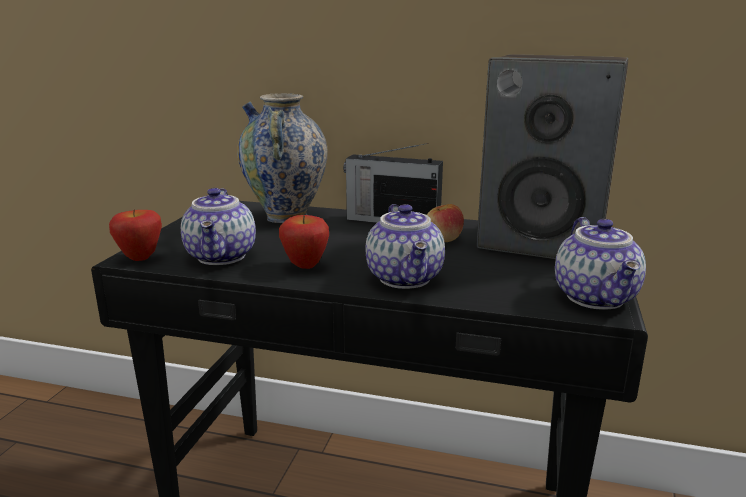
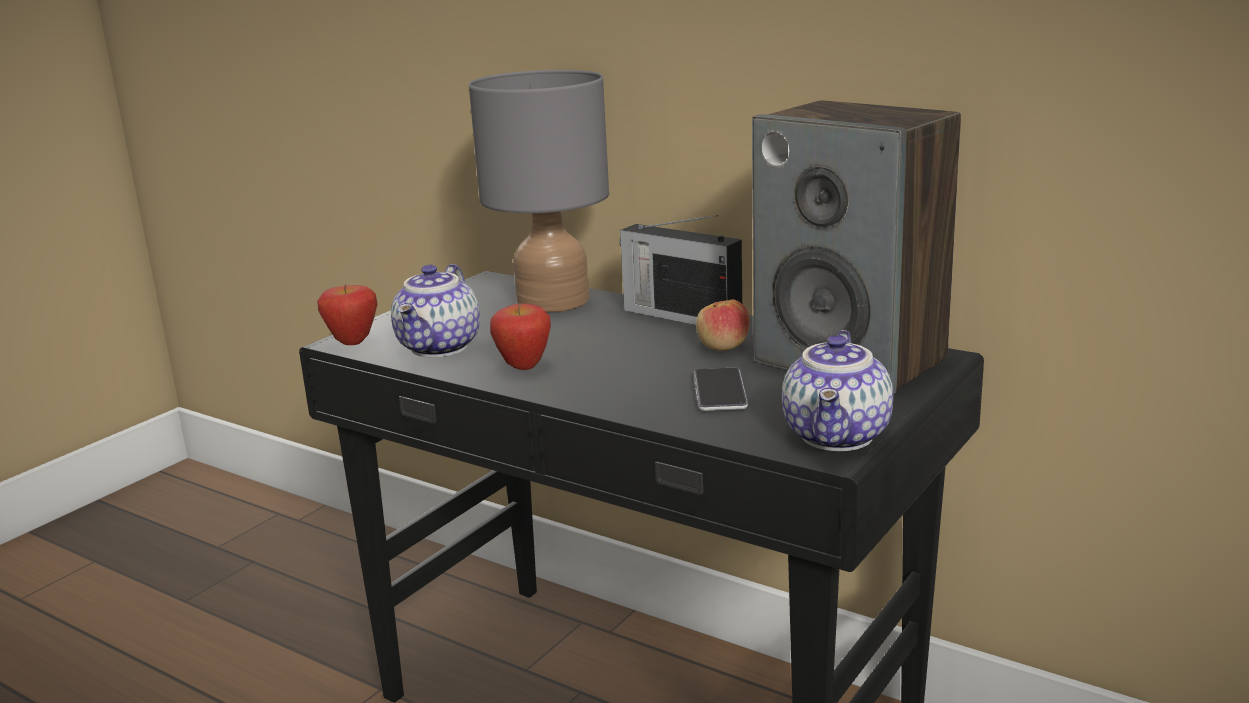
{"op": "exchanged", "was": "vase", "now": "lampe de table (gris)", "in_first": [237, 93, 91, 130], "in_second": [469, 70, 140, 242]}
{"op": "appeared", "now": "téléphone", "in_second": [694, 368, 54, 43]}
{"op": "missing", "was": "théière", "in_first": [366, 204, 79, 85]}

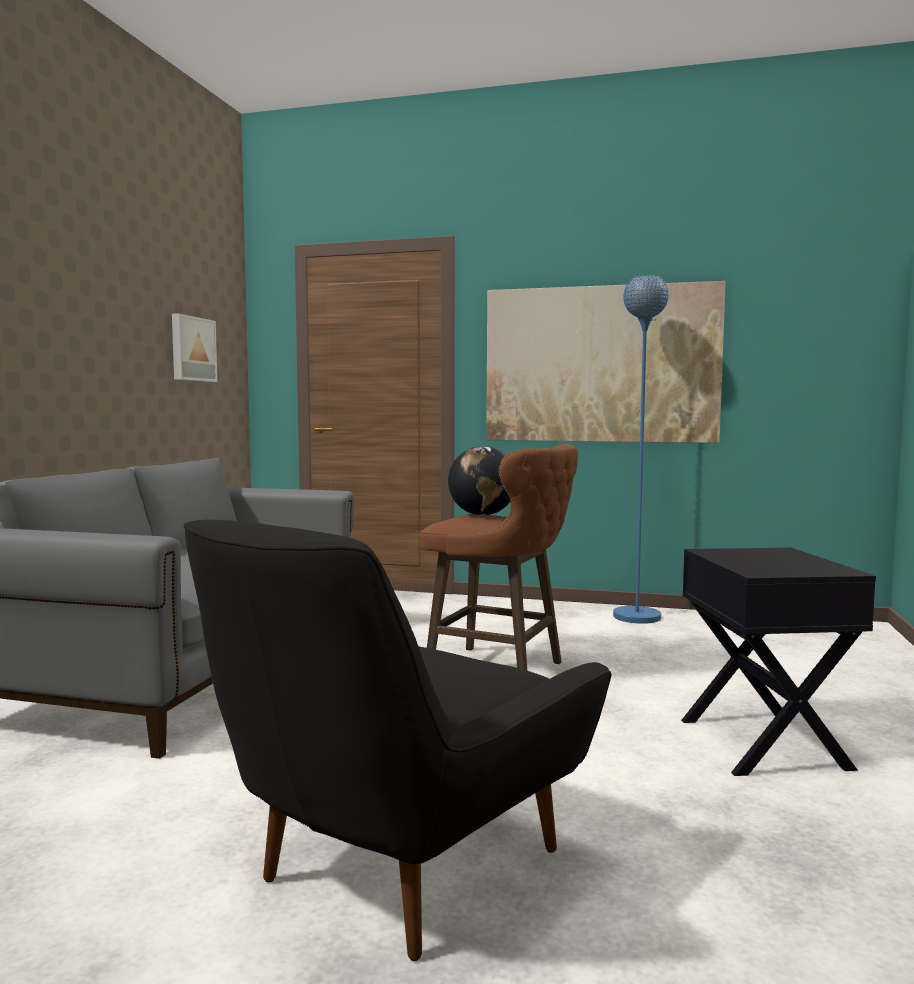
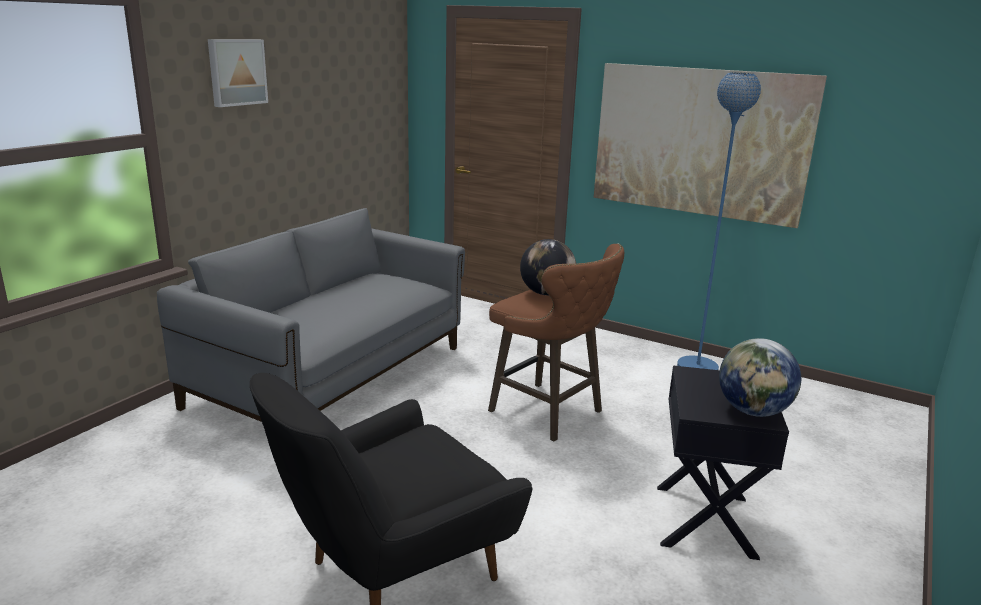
{"op": "relocated", "was": "tableau", "in_first": [172, 313, 45, 69], "in_second": [208, 39, 60, 68]}
{"op": "appeared", "now": "globe", "in_second": [719, 338, 82, 79]}

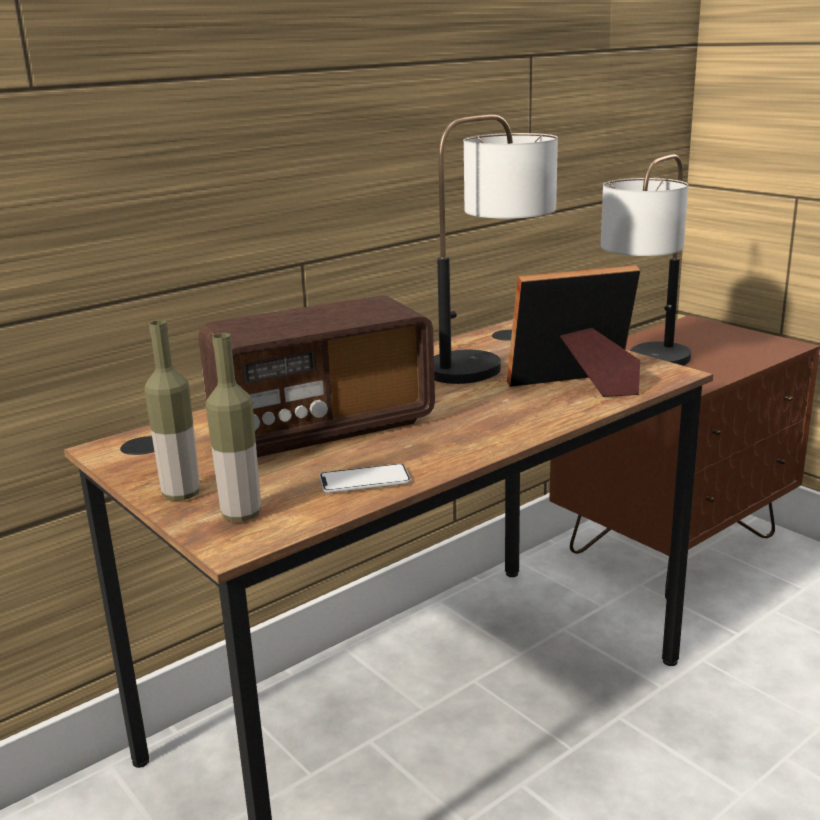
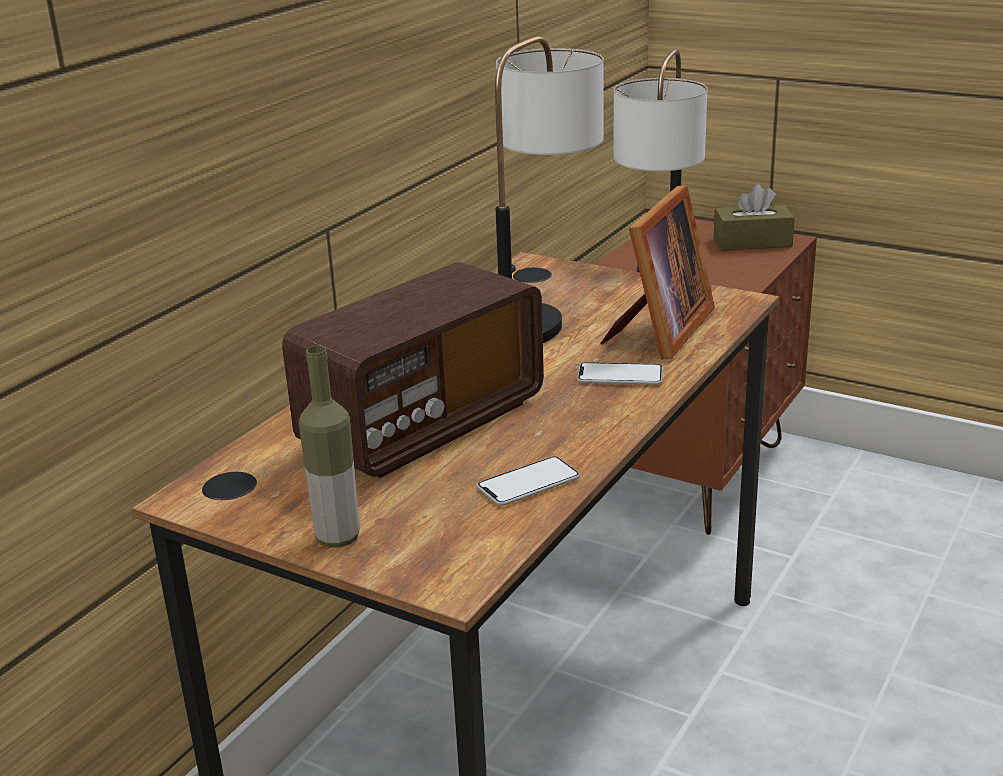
{"op": "appeared", "now": "téléphone", "in_second": [577, 362, 86, 23]}
{"op": "spun", "was": "cadre photo", "in_first": [507, 265, 133, 132], "in_second": [601, 185, 114, 174], "clockwise": 150}
{"op": "appeared", "now": "boîte à mouchoirs (marron)", "in_second": [714, 184, 81, 67]}
{"op": "missing", "was": "bouteille", "in_first": [206, 333, 55, 189]}

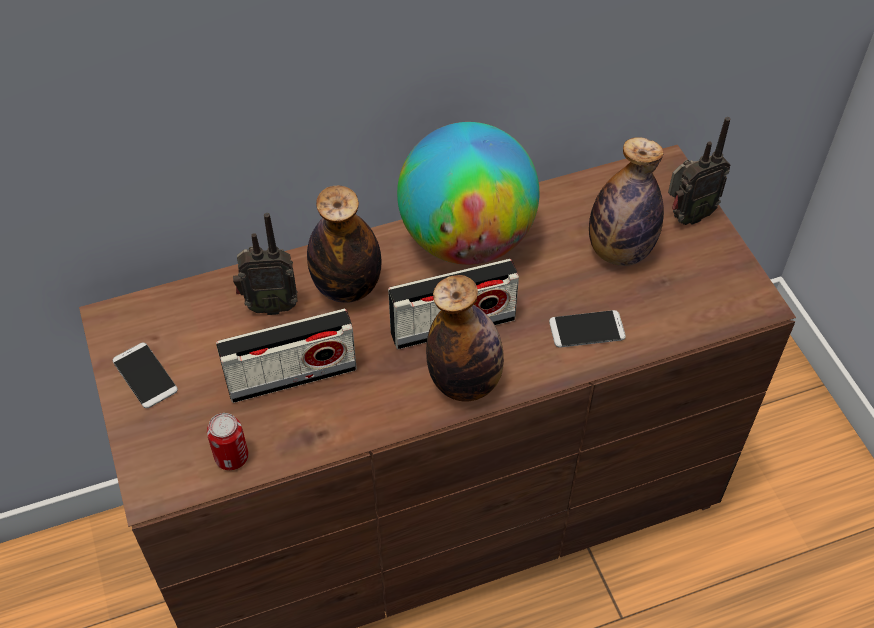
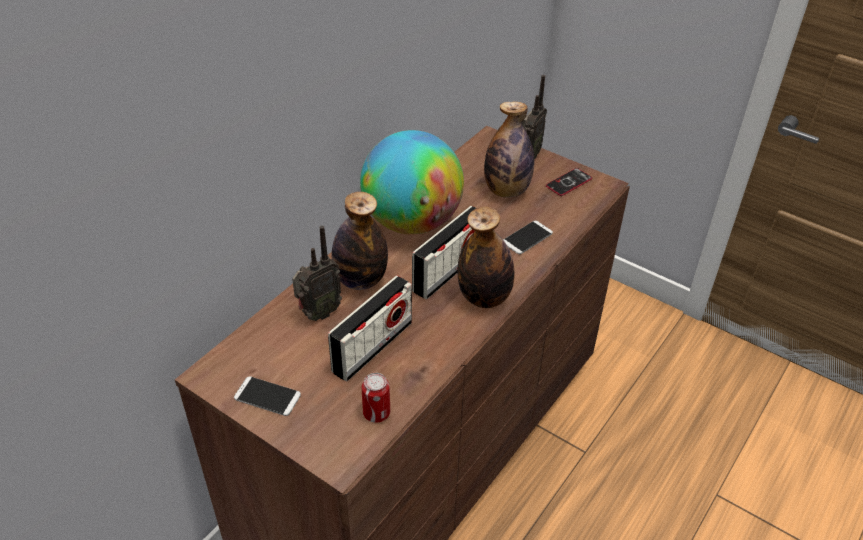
{"op": "appeared", "now": "téléphone", "in_second": [546, 168, 46, 28]}

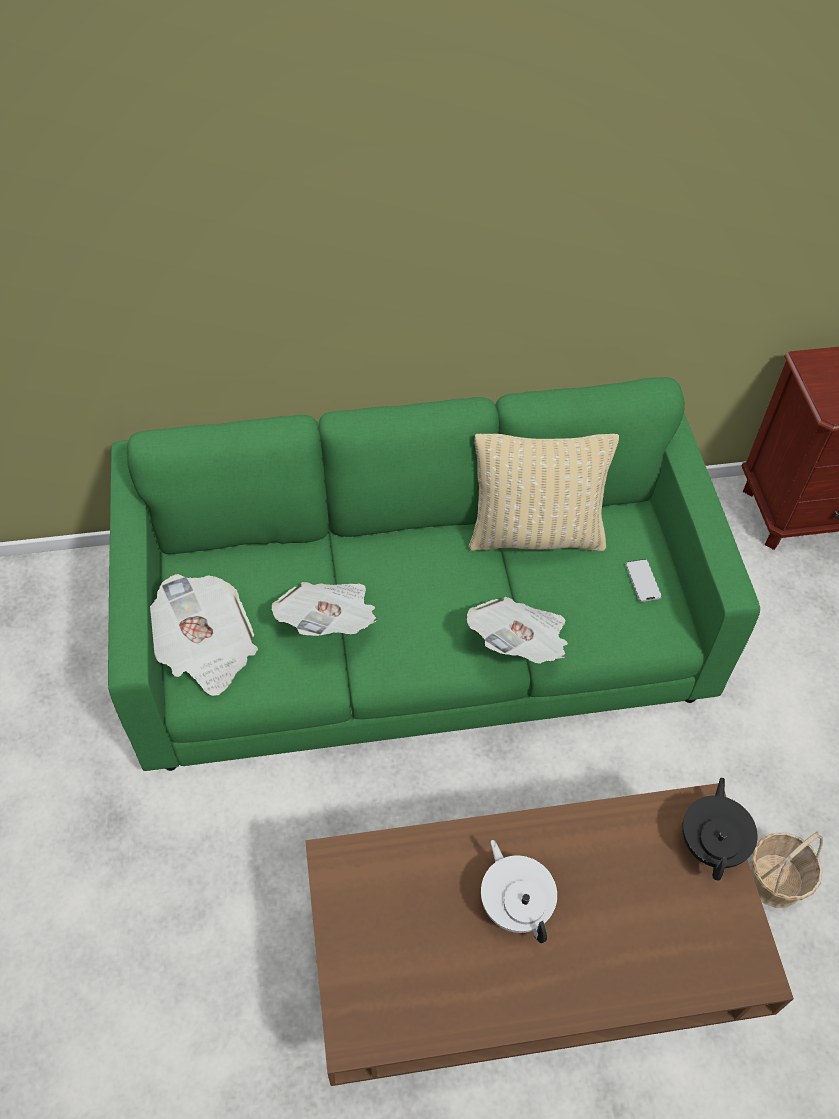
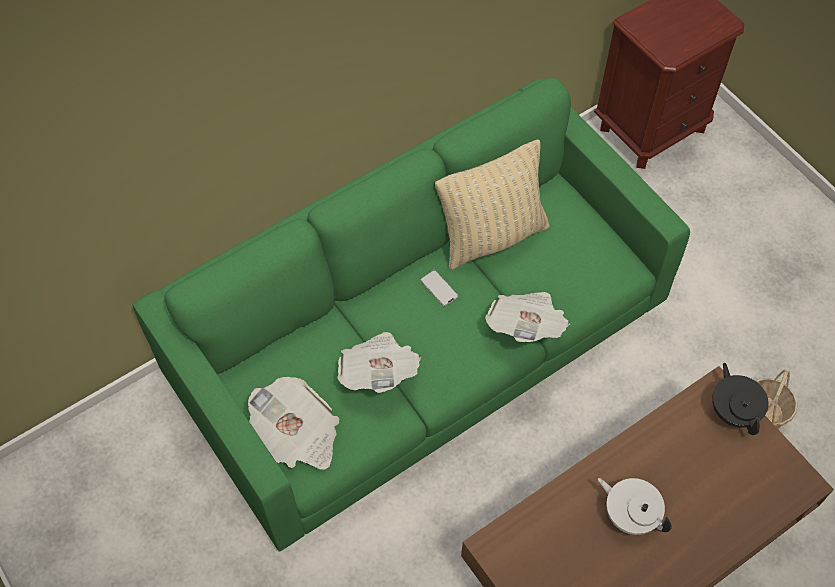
{"op": "relocated", "was": "téléphone", "in_first": [625, 559, 37, 43], "in_second": [420, 270, 38, 36]}

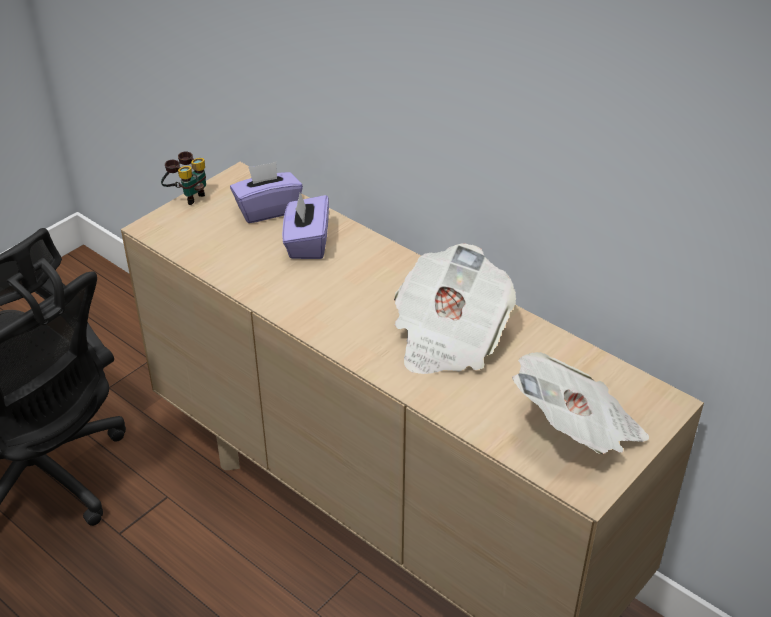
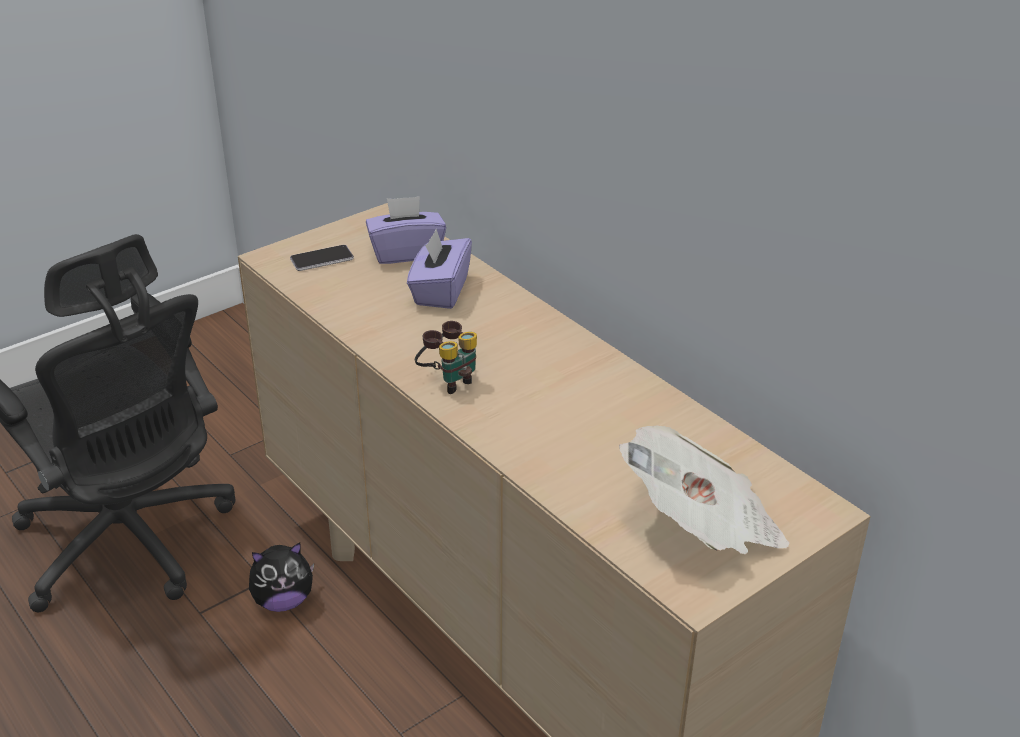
{"op": "appeared", "now": "peluche", "in_second": [249, 542, 65, 70]}
{"op": "appeared", "now": "téléphone", "in_second": [290, 245, 64, 26]}
{"op": "relocated", "was": "jumelles", "in_first": [161, 152, 45, 53], "in_second": [415, 321, 62, 73]}
{"op": "missing", "was": "journal", "in_first": [394, 243, 122, 131]}

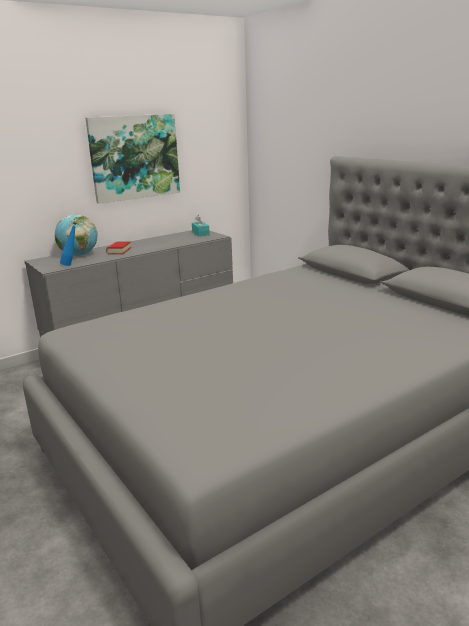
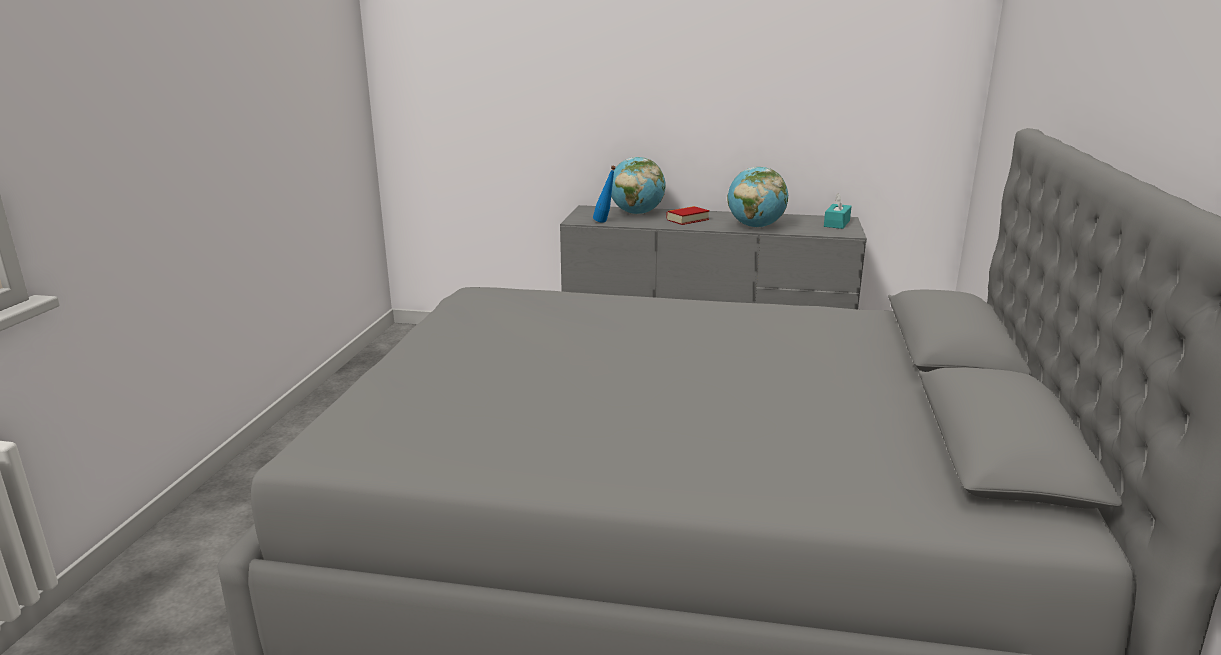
{"op": "appeared", "now": "globe", "in_second": [727, 167, 61, 61]}
{"op": "missing", "was": "tableau", "in_first": [85, 114, 95, 90]}

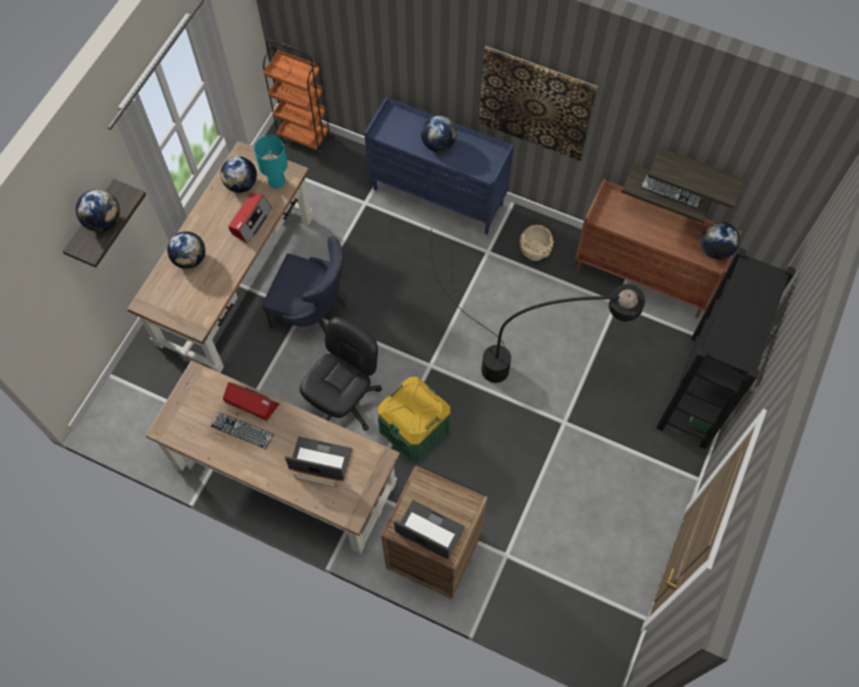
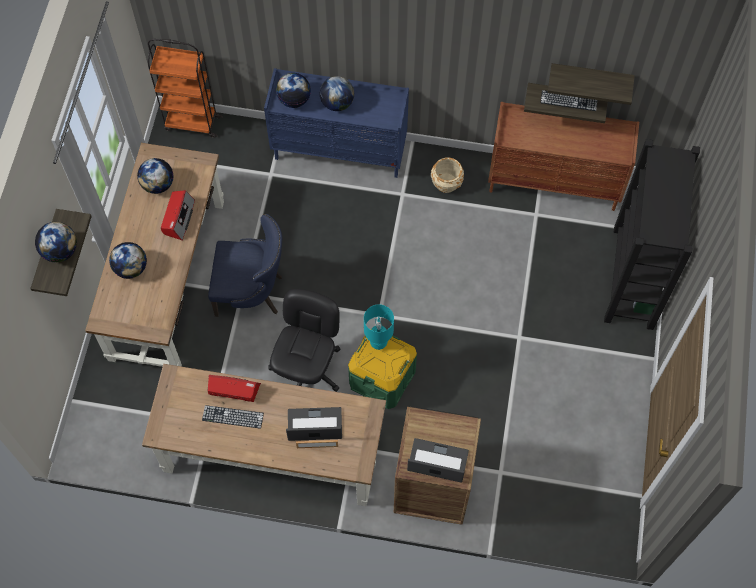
{"op": "relocated", "was": "globe", "in_first": [701, 222, 39, 38], "in_second": [276, 73, 35, 35]}
{"op": "relocated", "was": "lampe de table (turquoise)", "in_first": [254, 135, 34, 54], "in_second": [364, 304, 30, 46]}
{"op": "missing", "was": "lampadaire (noir)", "in_first": [430, 229, 215, 154]}
{"op": "missing", "was": "tableau", "in_first": [479, 46, 119, 115]}

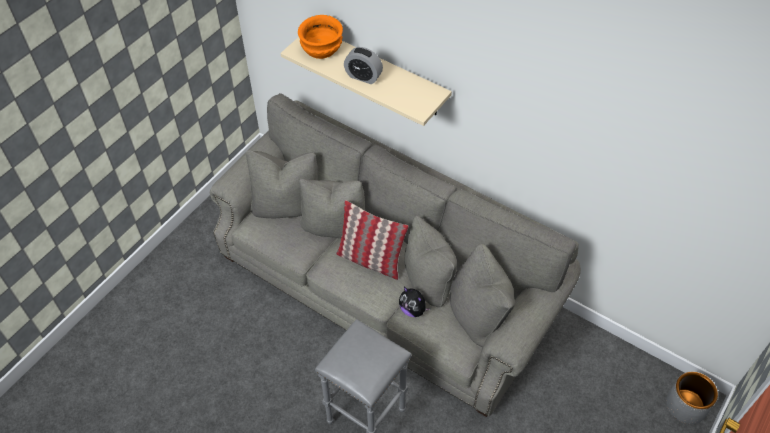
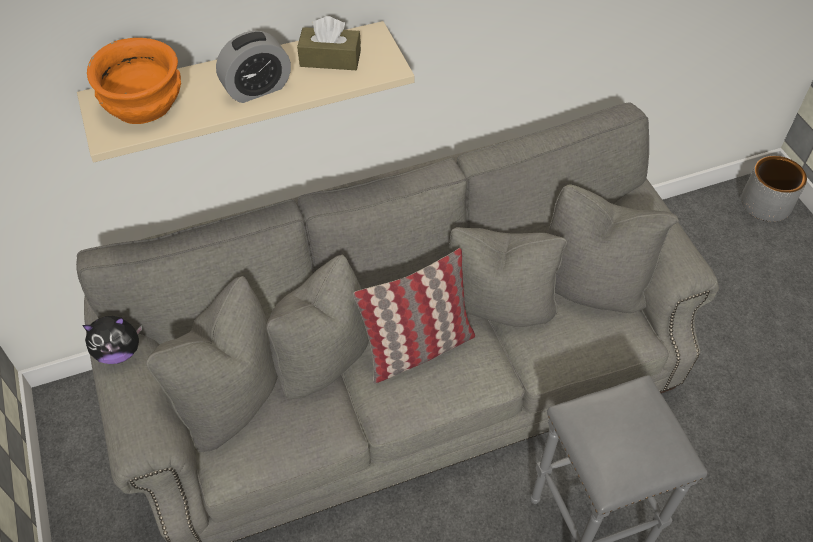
{"op": "relocated", "was": "peluche", "in_first": [399, 287, 32, 30], "in_second": [82, 316, 60, 48]}
{"op": "appeared", "now": "boîte à mouchoirs (marron)", "in_second": [297, 16, 64, 54]}

